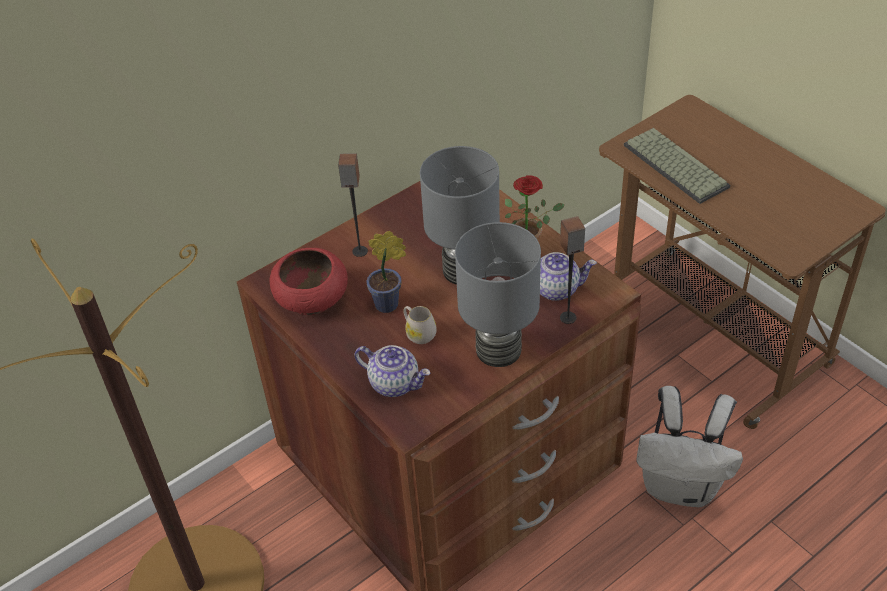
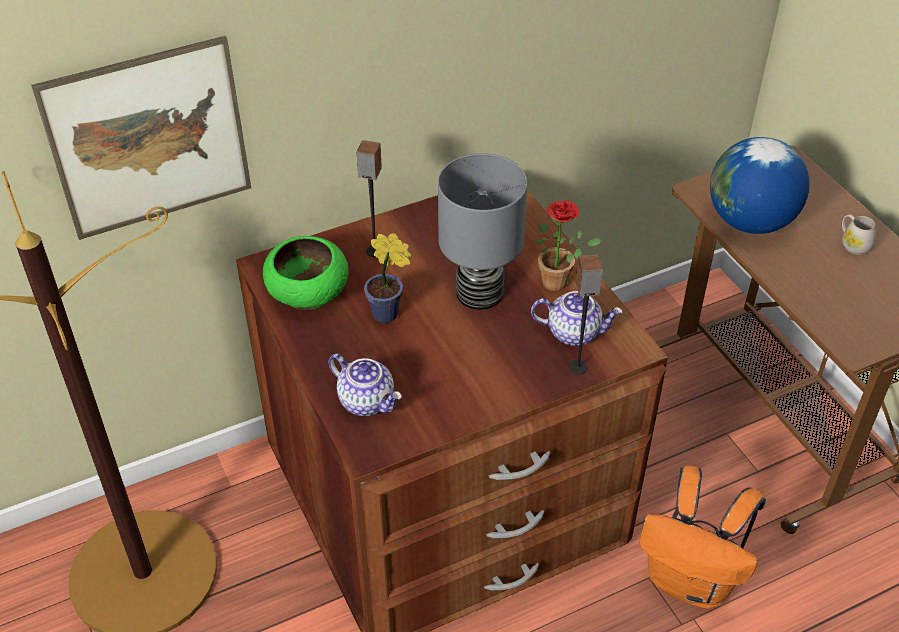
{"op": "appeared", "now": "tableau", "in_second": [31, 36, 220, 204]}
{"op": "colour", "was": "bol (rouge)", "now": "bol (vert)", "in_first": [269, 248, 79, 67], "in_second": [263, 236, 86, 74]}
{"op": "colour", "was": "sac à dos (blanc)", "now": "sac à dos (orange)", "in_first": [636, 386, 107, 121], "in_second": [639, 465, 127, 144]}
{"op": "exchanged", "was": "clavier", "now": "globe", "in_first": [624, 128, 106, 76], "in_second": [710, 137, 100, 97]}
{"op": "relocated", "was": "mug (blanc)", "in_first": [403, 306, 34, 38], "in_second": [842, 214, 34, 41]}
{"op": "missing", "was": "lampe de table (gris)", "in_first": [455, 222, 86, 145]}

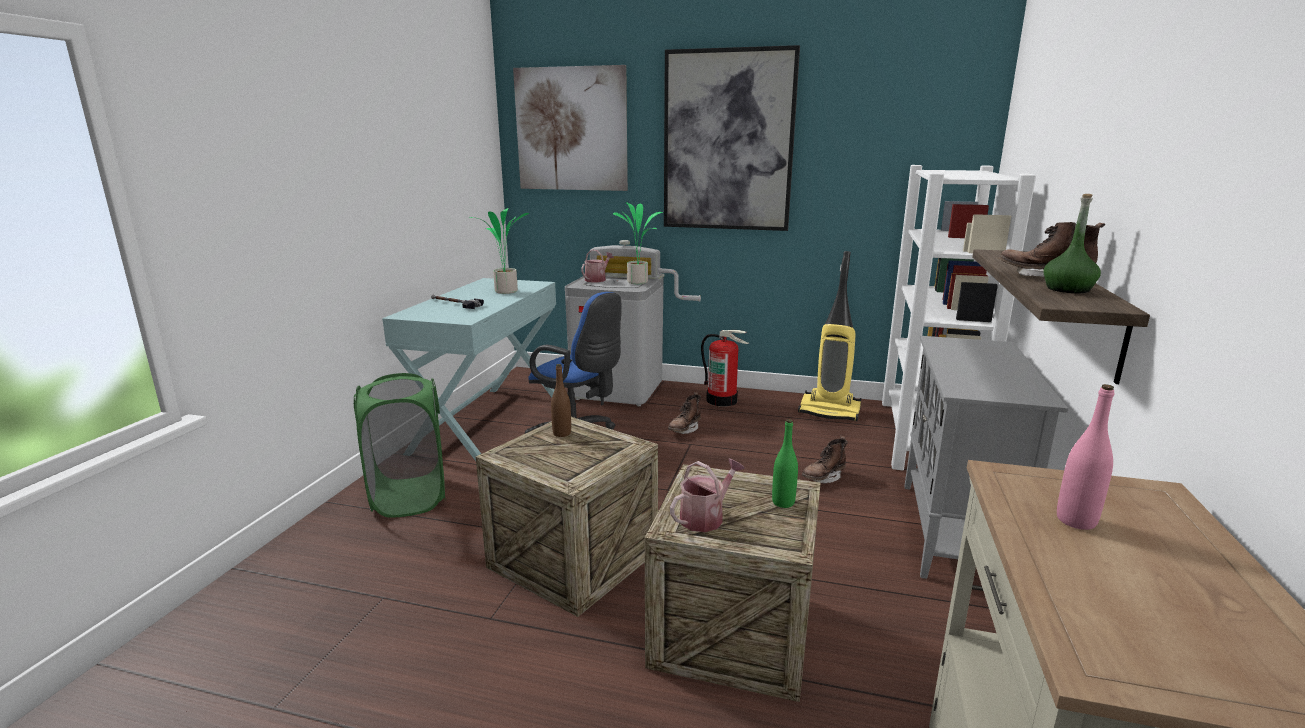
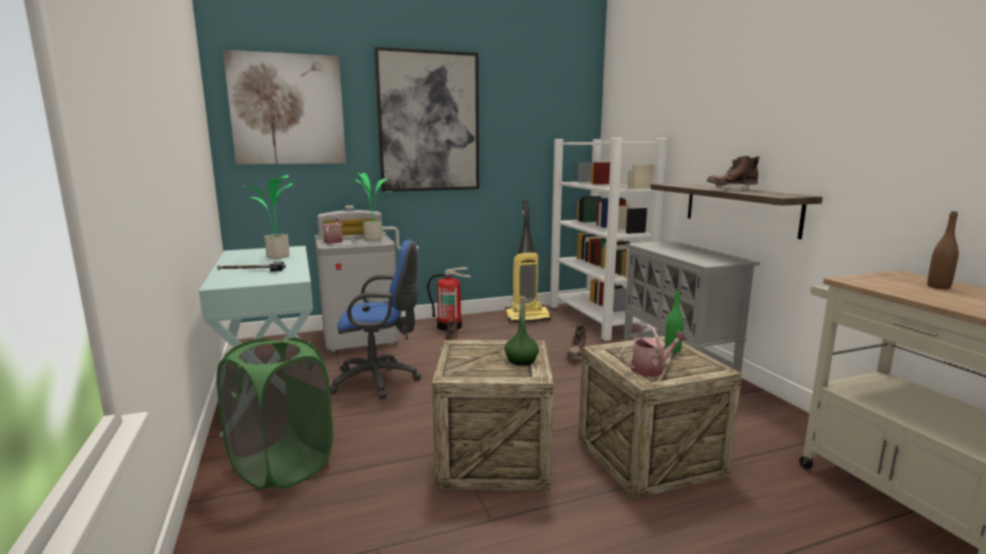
{"op": "relocated", "was": "bouteille (vert)", "in_first": [1043, 194, 58, 99], "in_second": [505, 296, 34, 69]}
{"op": "spun", "was": "arrosoir", "in_first": [670, 459, 75, 73], "in_second": [620, 325, 68, 51], "clockwise": 60}
{"op": "relocated", "was": "bouteille (marron)", "in_first": [551, 364, 20, 73], "in_second": [927, 211, 32, 78]}
{"op": "missing", "was": "bouteille (rose)", "in_first": [1057, 384, 58, 146]}

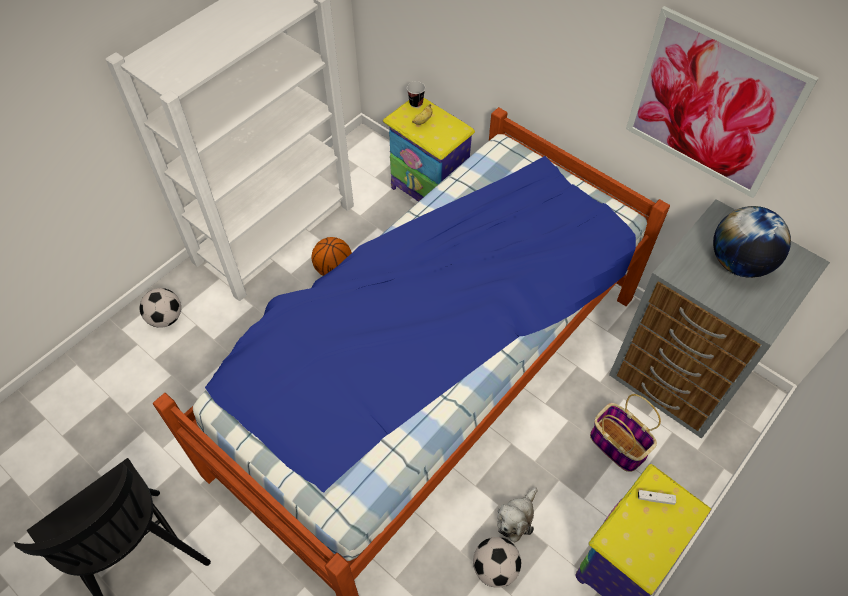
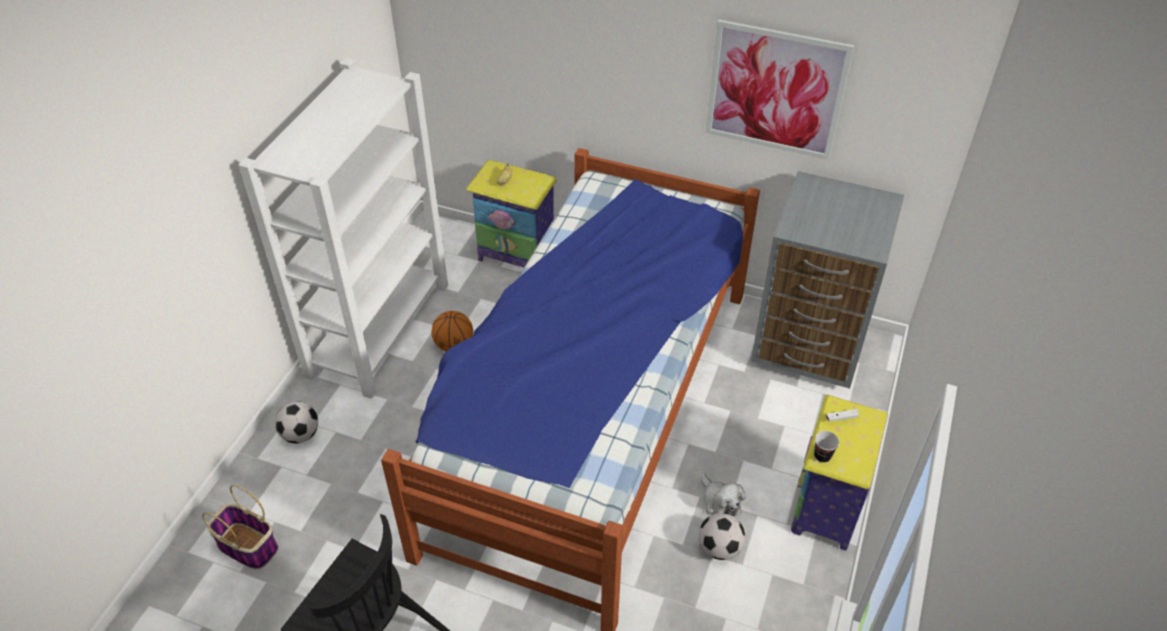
{"op": "relocated", "was": "panier", "in_first": [590, 394, 71, 78], "in_second": [202, 485, 77, 84]}
{"op": "spun", "was": "peluche", "in_first": [497, 488, 41, 54], "in_second": [701, 473, 45, 44], "clockwise": -45}
{"op": "relocated", "was": "tasse", "in_first": [407, 81, 18, 27], "in_second": [814, 431, 25, 32]}
{"op": "missing", "was": "globe", "in_first": [713, 206, 78, 72]}

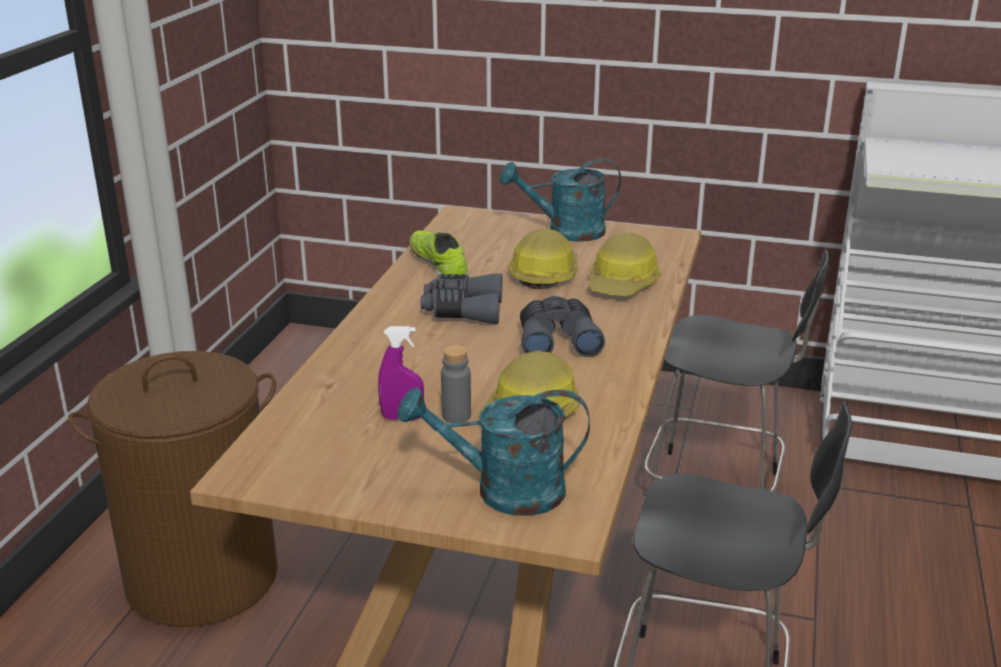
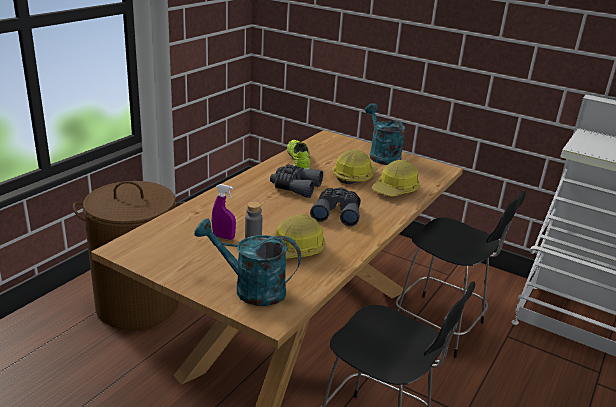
{"op": "spun", "was": "arrosoir (turquoise)", "in_first": [500, 158, 121, 84], "in_second": [365, 103, 40, 62], "clockwise": 60}

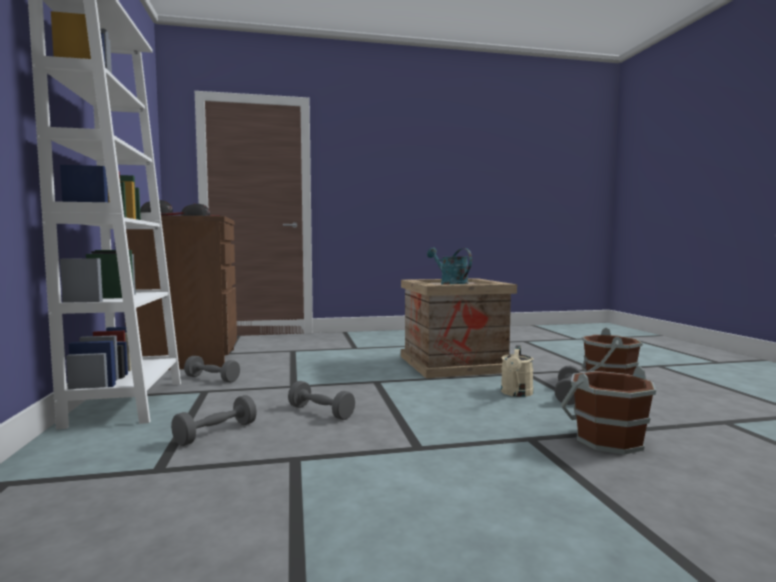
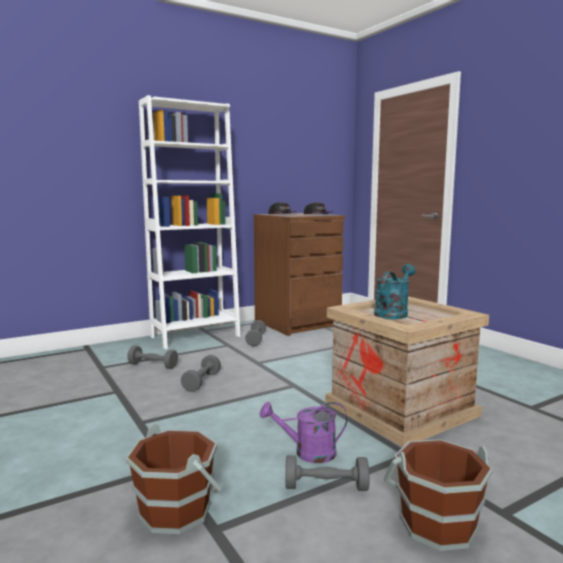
{"op": "colour", "was": "arrosoir (beige)", "now": "arrosoir (violet)", "in_first": [501, 345, 32, 52], "in_second": [260, 402, 87, 61]}

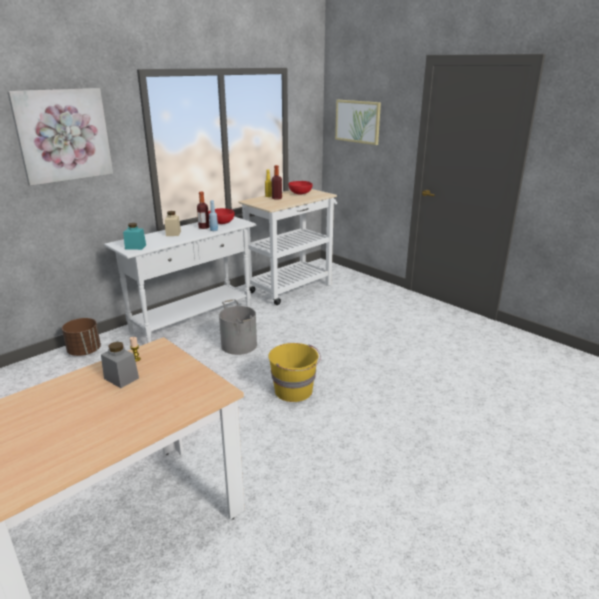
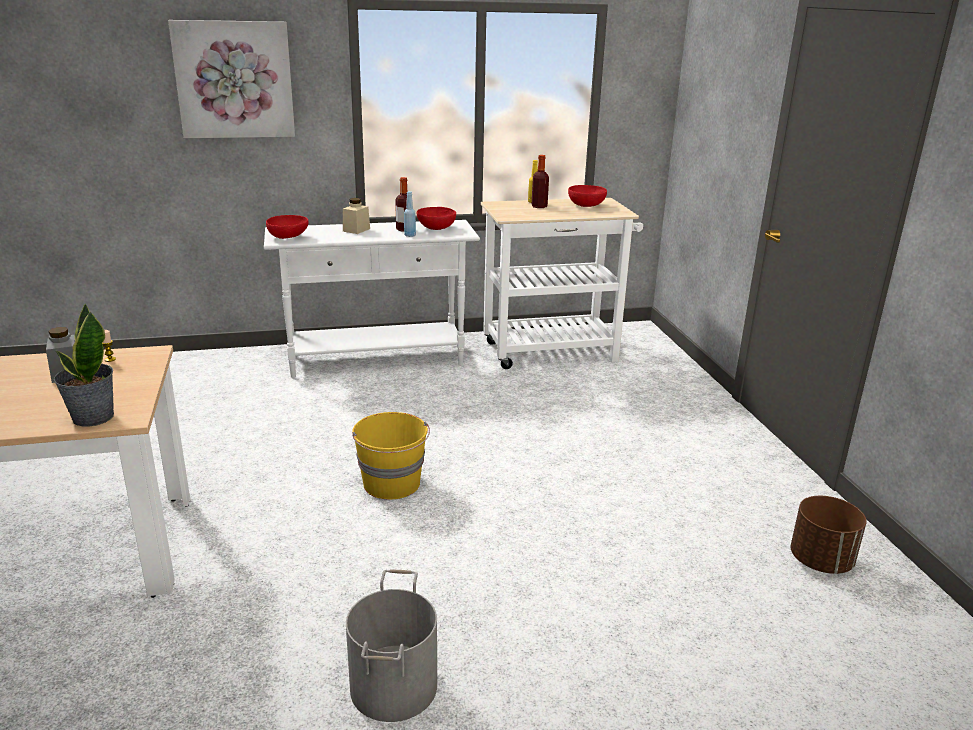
{"op": "appeared", "now": "plante en pot", "in_second": [53, 304, 61, 123]}
{"op": "exchanged", "was": "bocal (turquoise)", "now": "bol (rouge)", "in_first": [123, 223, 23, 27], "in_second": [266, 215, 43, 24]}
{"op": "relocated", "was": "seau (gris)", "in_first": [219, 299, 38, 56], "in_second": [346, 570, 91, 152]}
{"op": "relocated", "was": "cache-pot (marron)", "in_first": [62, 318, 39, 38], "in_second": [791, 496, 76, 78]}
{"op": "missing", "was": "tableau", "in_first": [335, 100, 46, 45]}

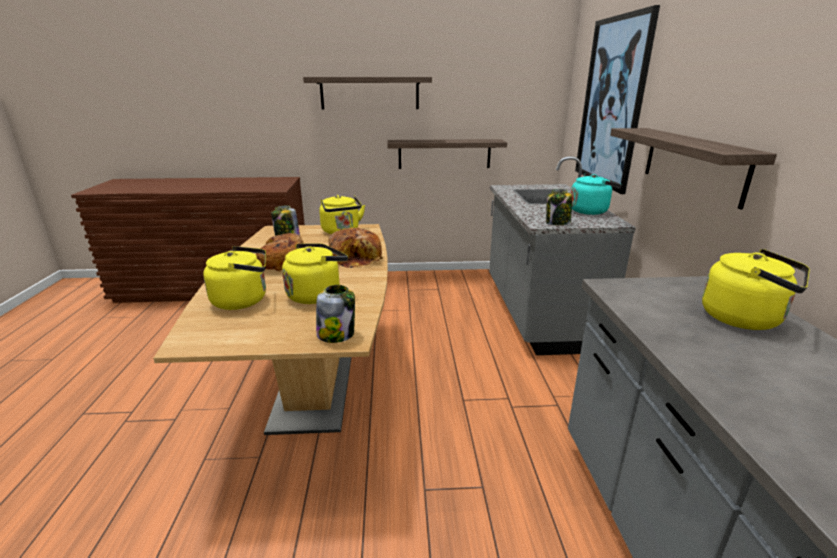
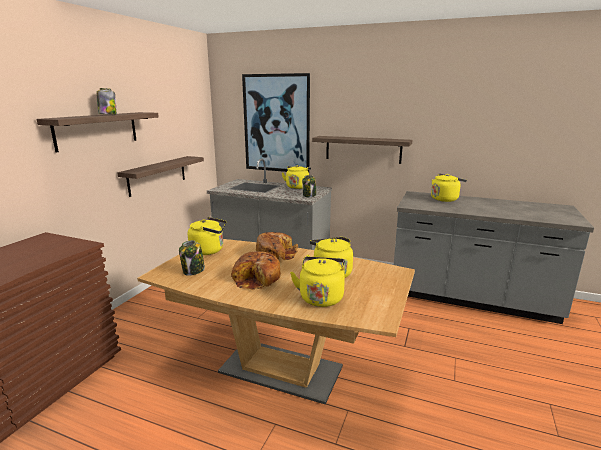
{"op": "relocated", "was": "bocal", "in_first": [316, 285, 39, 58], "in_second": [96, 88, 21, 27]}
{"op": "colour", "was": "bouilloire (turquoise)", "now": "bouilloire (jaune)", "in_first": [571, 173, 51, 42], "in_second": [282, 165, 29, 24]}

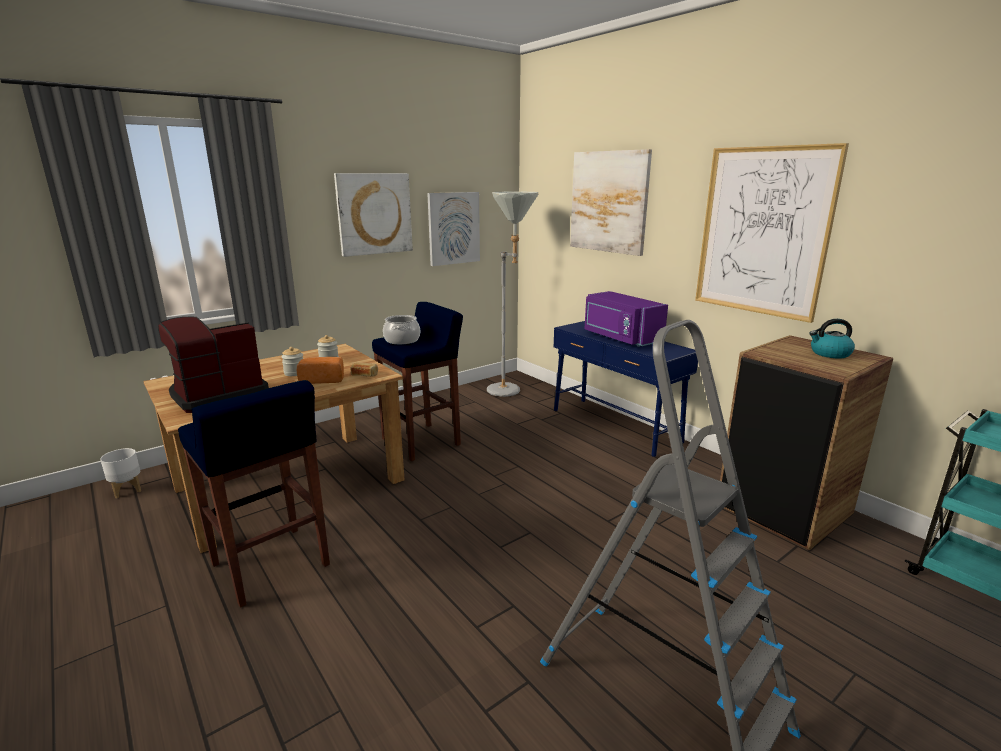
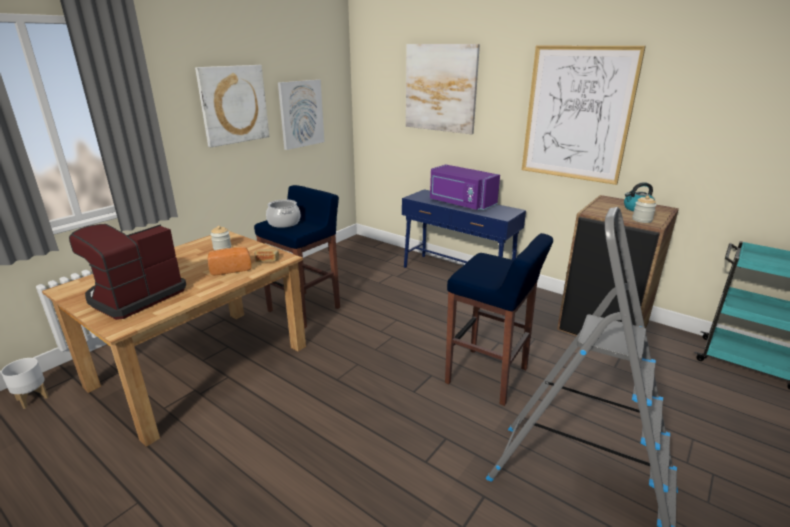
{"op": "relocated", "was": "tabouret (bleu)", "in_first": [178, 380, 152, 228], "in_second": [445, 233, 108, 173]}
{"op": "relocated", "was": "bocal", "in_first": [282, 347, 21, 29], "in_second": [632, 196, 25, 27]}
{"op": "missing", "was": "lampadaire (gris)", "in_first": [487, 191, 52, 206]}

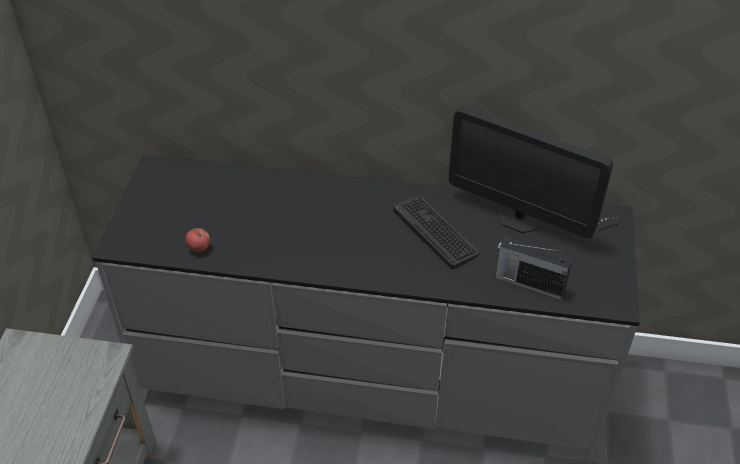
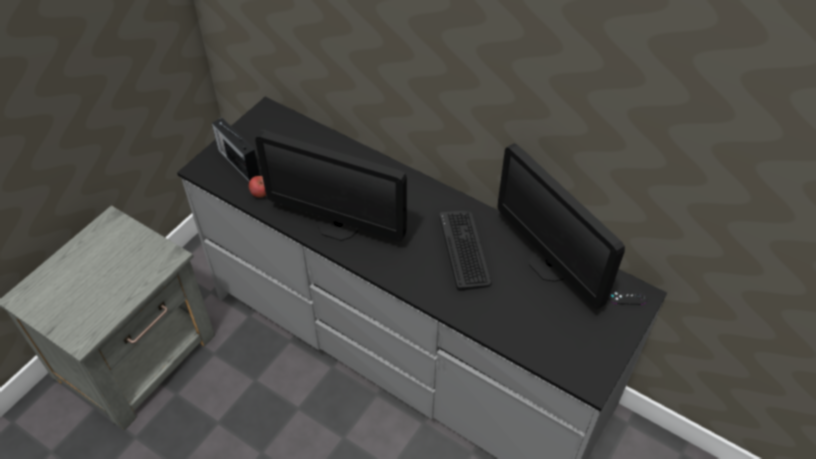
{"op": "relocated", "was": "radio", "in_first": [495, 237, 77, 63], "in_second": [212, 118, 48, 64]}
{"op": "appeared", "now": "écran d'ordinateur", "in_second": [255, 131, 152, 111]}

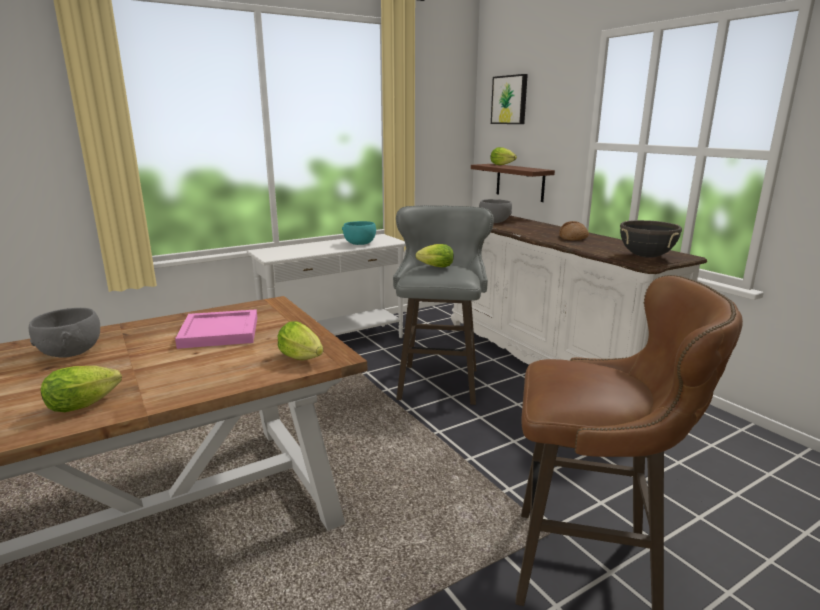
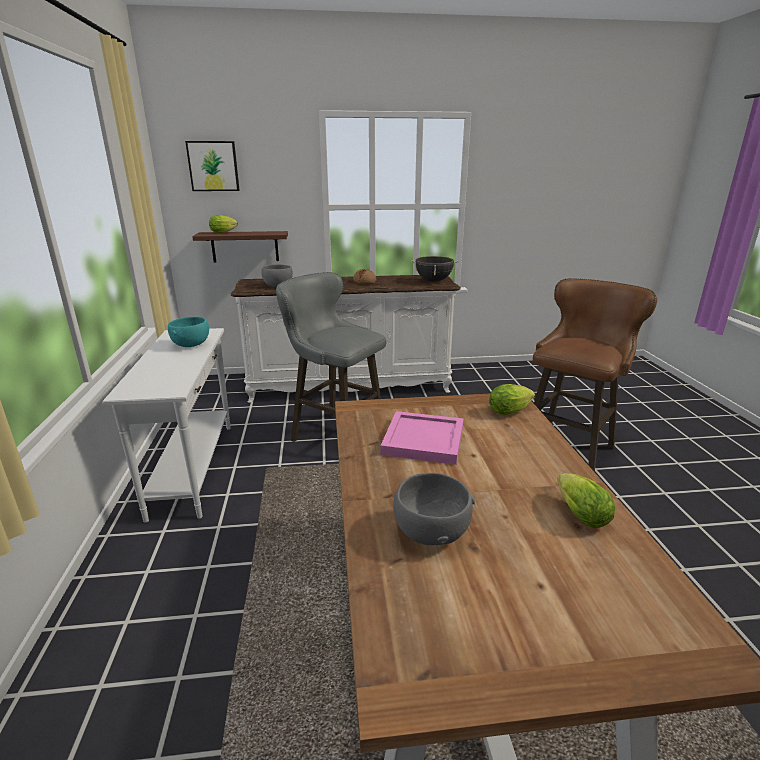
{"op": "missing", "was": "laitue", "in_first": [415, 244, 39, 23]}

